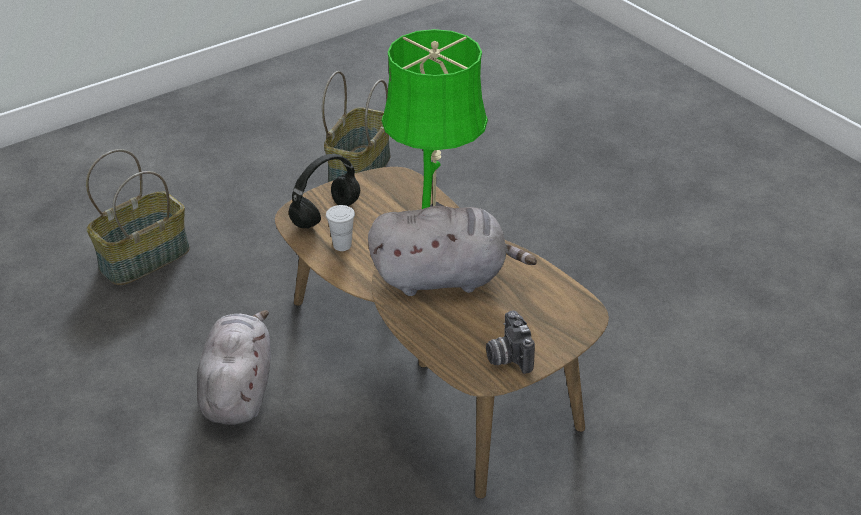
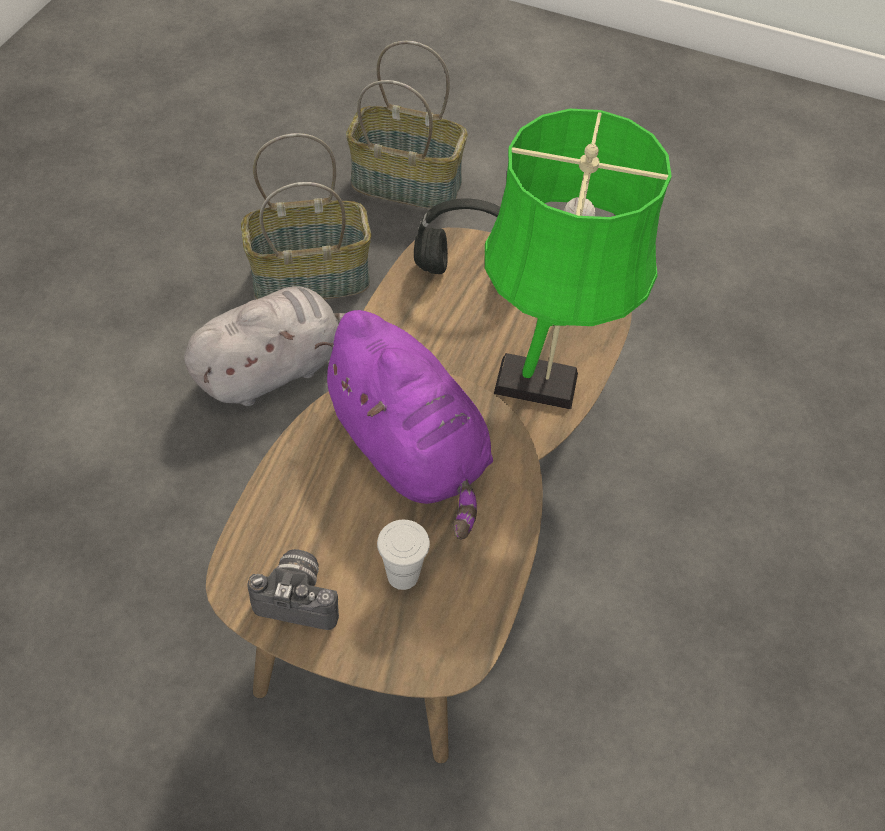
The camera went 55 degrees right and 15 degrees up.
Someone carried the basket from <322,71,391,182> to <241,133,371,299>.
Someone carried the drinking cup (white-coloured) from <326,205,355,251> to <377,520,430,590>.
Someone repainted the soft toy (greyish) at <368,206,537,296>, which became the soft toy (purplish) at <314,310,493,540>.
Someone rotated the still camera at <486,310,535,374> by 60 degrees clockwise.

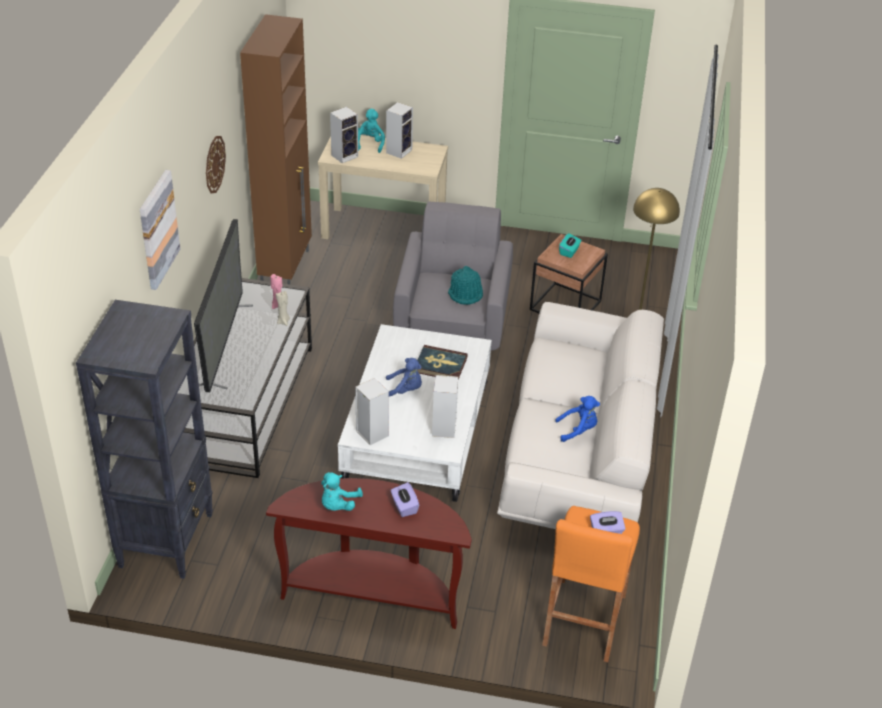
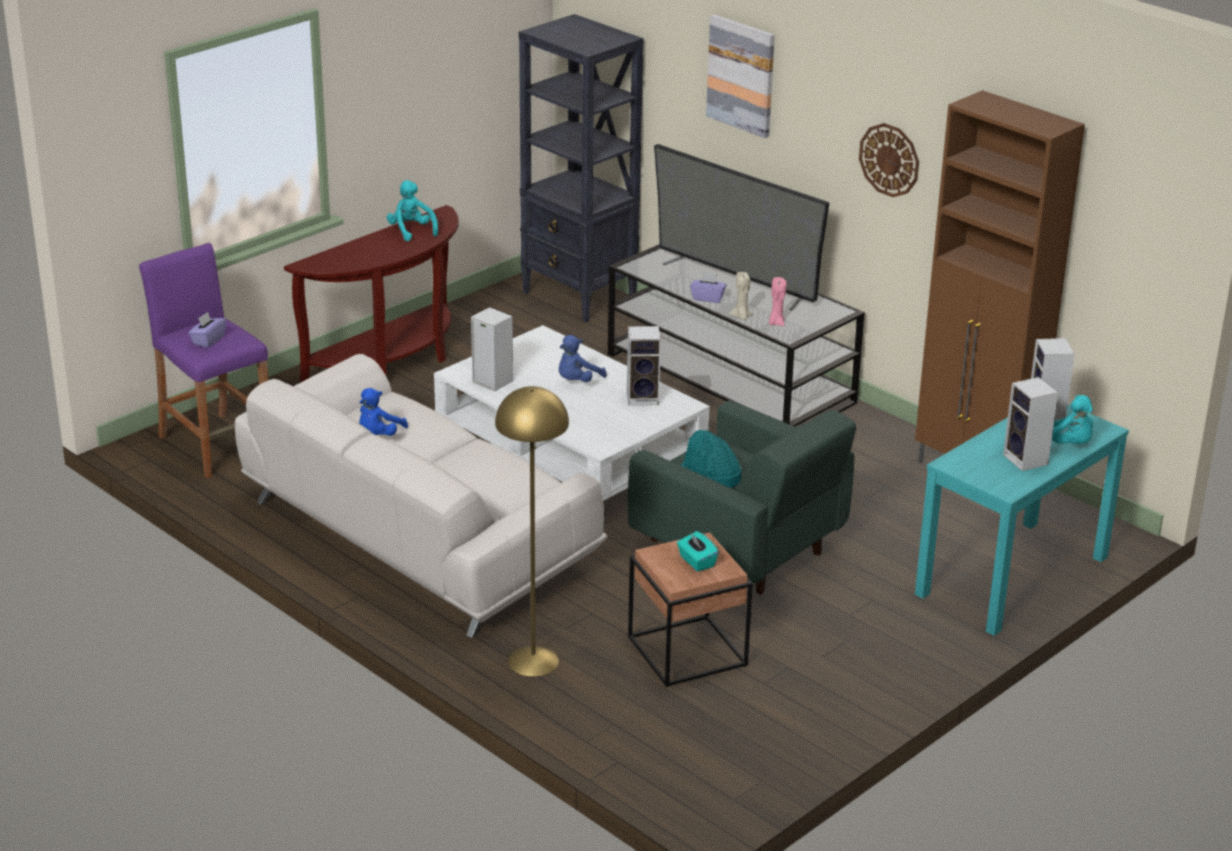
The camera went 125 degrees right and 10 degrees down.
Someone repainted the hall table (beige-coloured) at <318,135,448,239>, which became the hall table (turquoise) at <915,404,1129,636>.
Someone carried the audio speaker from <355,378,389,445> to <627,326,661,406>.
Someone carried the tissue holder (purplish) from <391,482,419,517> to <690,272,727,303>.
Someone repainted the armchair (greyish) at <393,202,513,351>, which became the armchair (green-coloured) at <628,401,856,595>.
Someone took away the bound book at <417,345,468,379>.
Someone repainted the stool seat (orange-coloured) at <542,506,640,662>, which became the stool seat (purplish) at <139,243,269,478>.

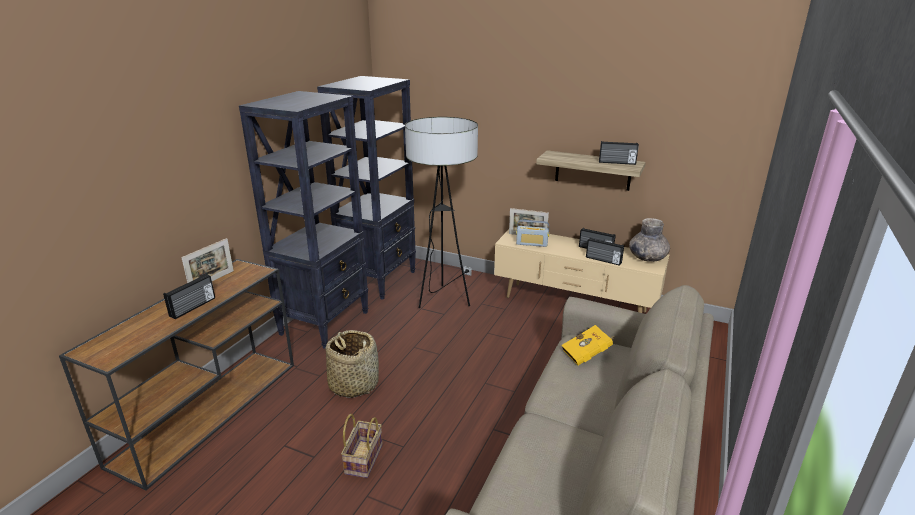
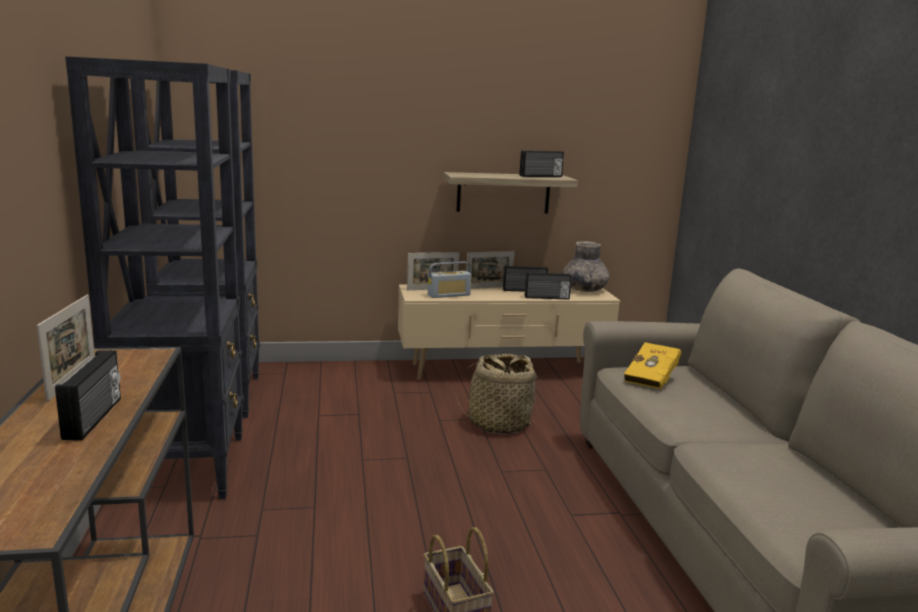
The camera went 35 degrees left and 10 degrees down.
Someone carried the basket from <326,330,379,398> to <456,354,540,434>.
Someone took away the standing lamp at <405,117,478,308>.
Someone put down the standing frame at <466,251,515,289>.

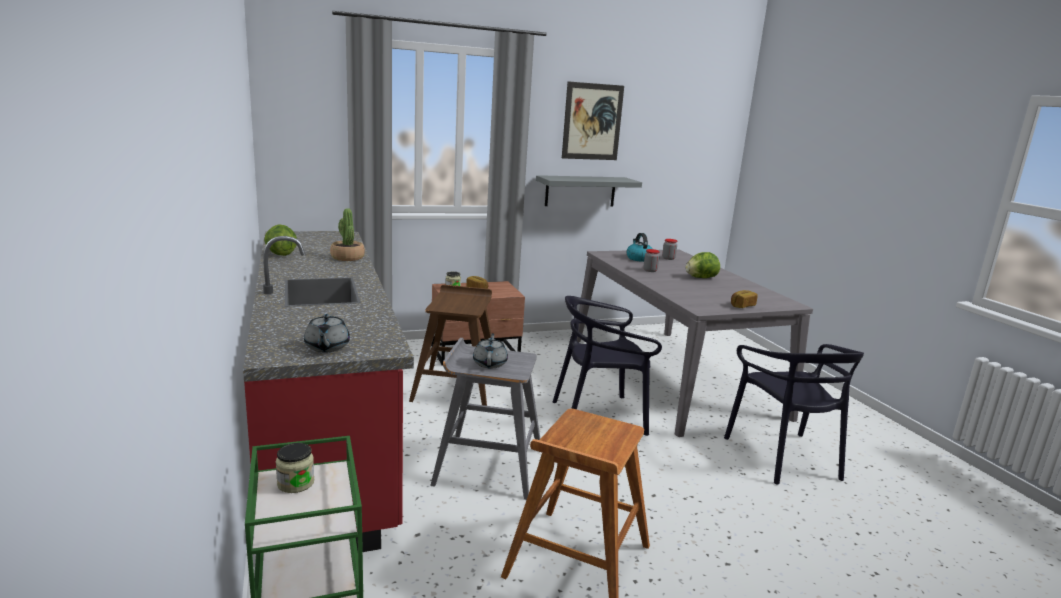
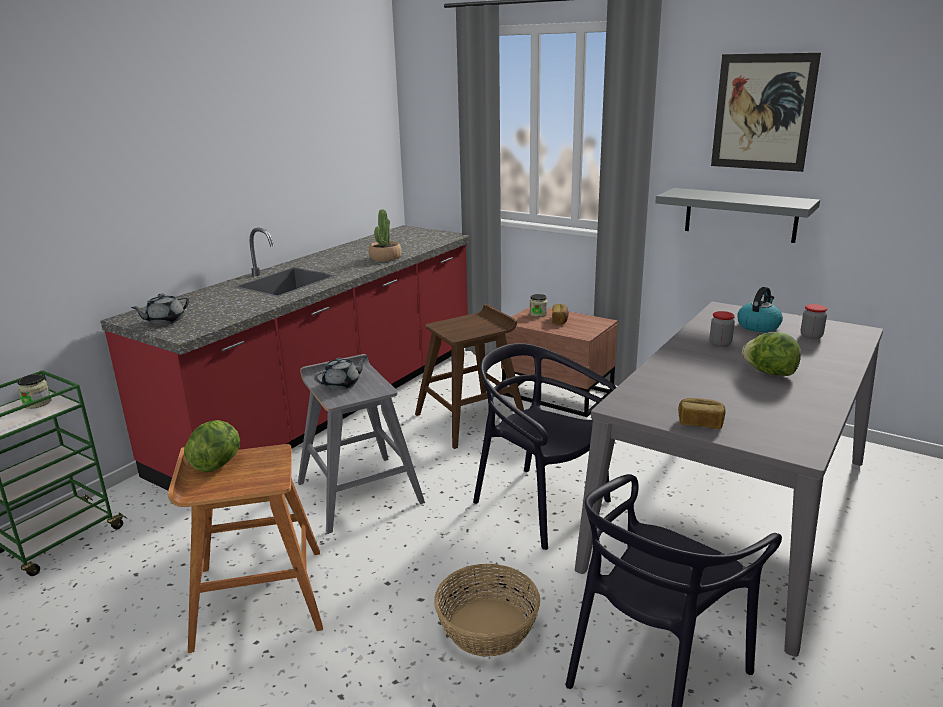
The camera went 55 degrees right and 5 degrees up.
Someone carried the lettuce head from <264,224,297,256> to <184,420,240,472>.
Someone put down the basket at <434,564,540,657>.

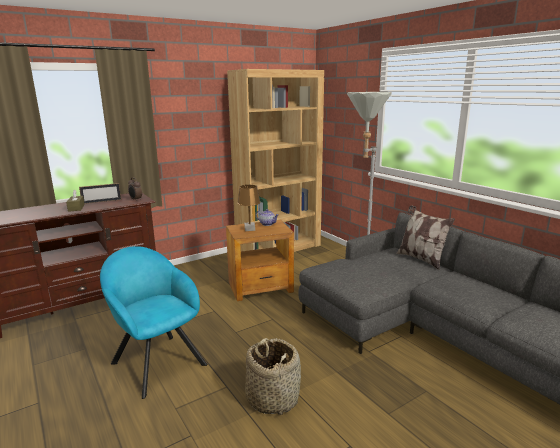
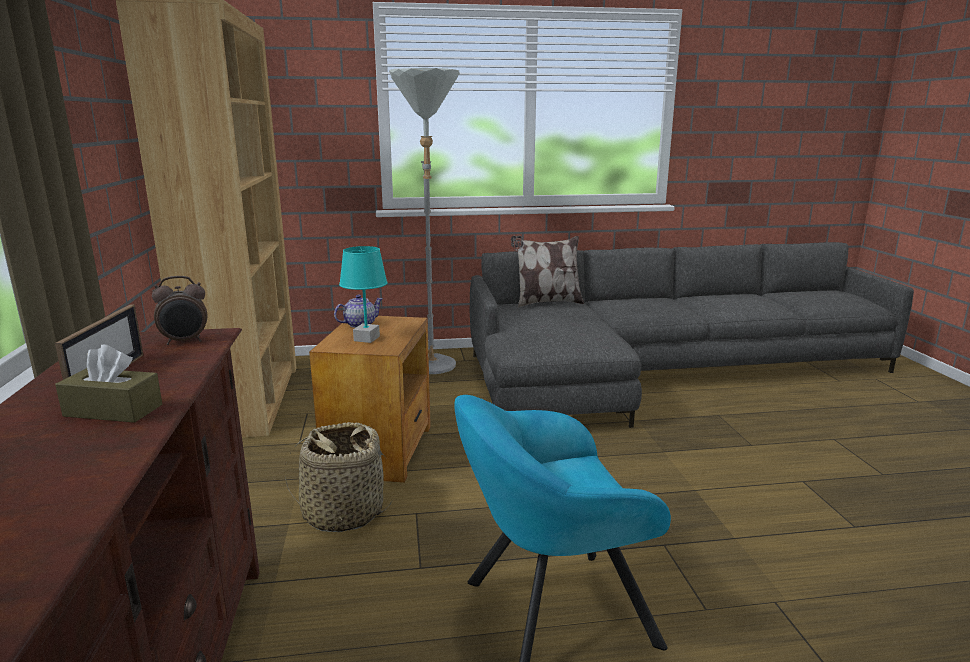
The camera went 65 degrees left and 0 degrees up.
Someone repainted the tabletop lamp (brownish) at <237,185,260,231>, which became the tabletop lamp (turquoise) at <339,246,388,343>.
Someone carried the basket from <245,338,301,415> to <285,422,394,532>.

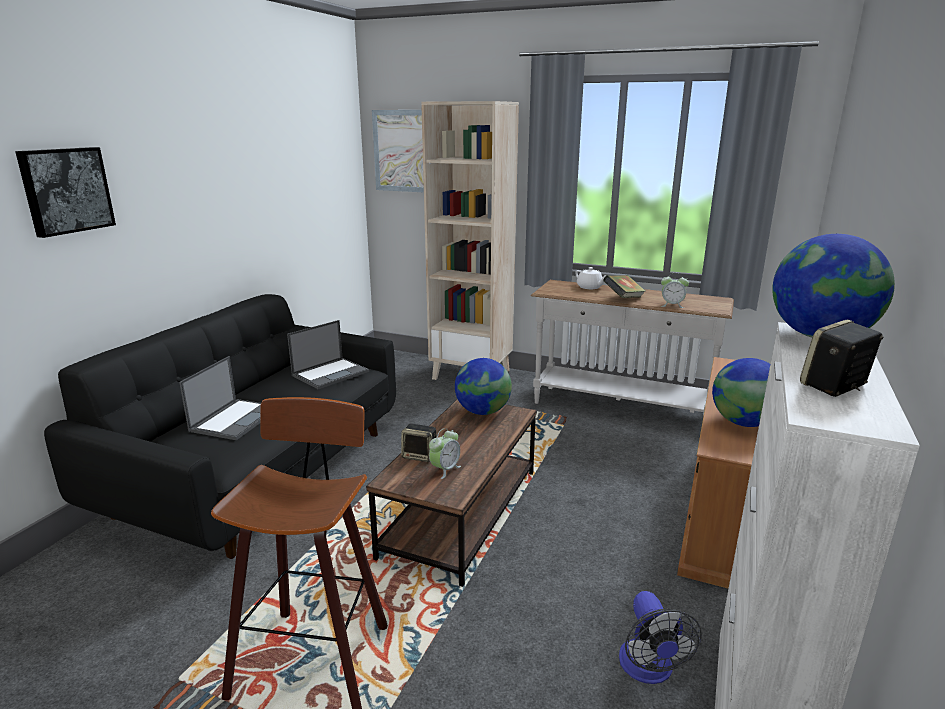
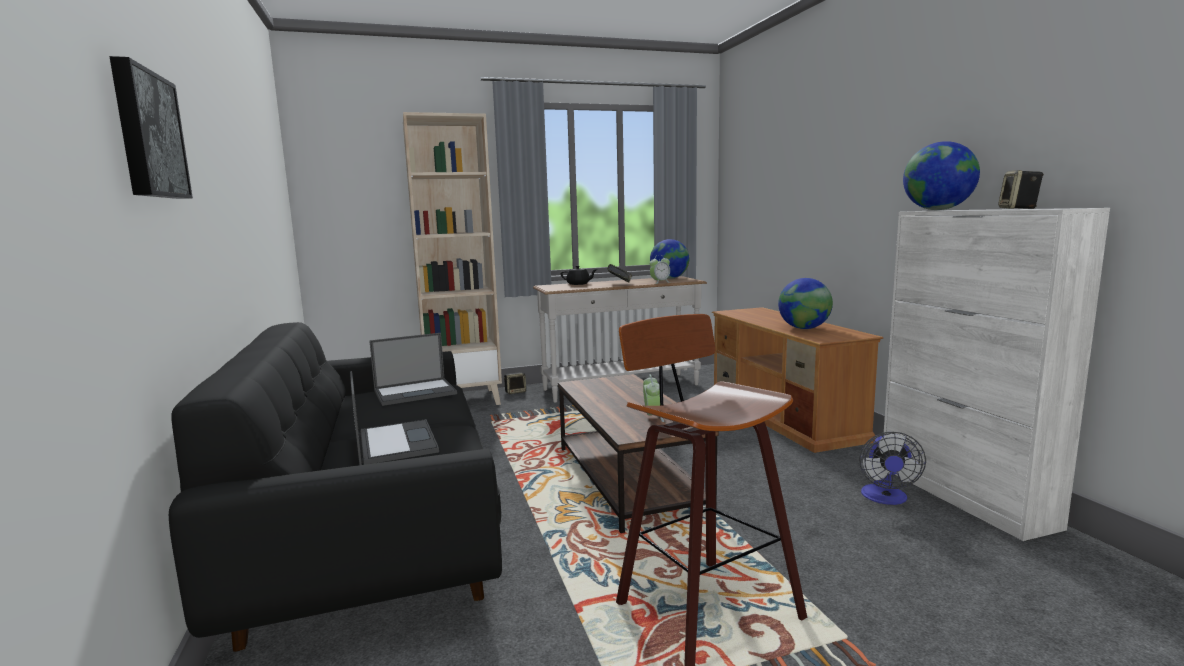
The camera went 40 degrees left and 10 degrees down.
Someone rotated the notebook computer at <287,320,369,390> by 60 degrees clockwise.
Someone took away the wall art at <372,110,424,192>.
Someone carried the audio speaker from <401,424,438,462> to <504,372,526,394>.
Someone carried the desk globe from <455,358,512,415> to <650,239,690,279>.
Someone repainted the teapot (white-coloured) at <575,267,606,289>, which became the teapot (blackish) at <561,266,598,285>.
Someone rotated the fan at <619,591,702,684> by 60 degrees clockwise.

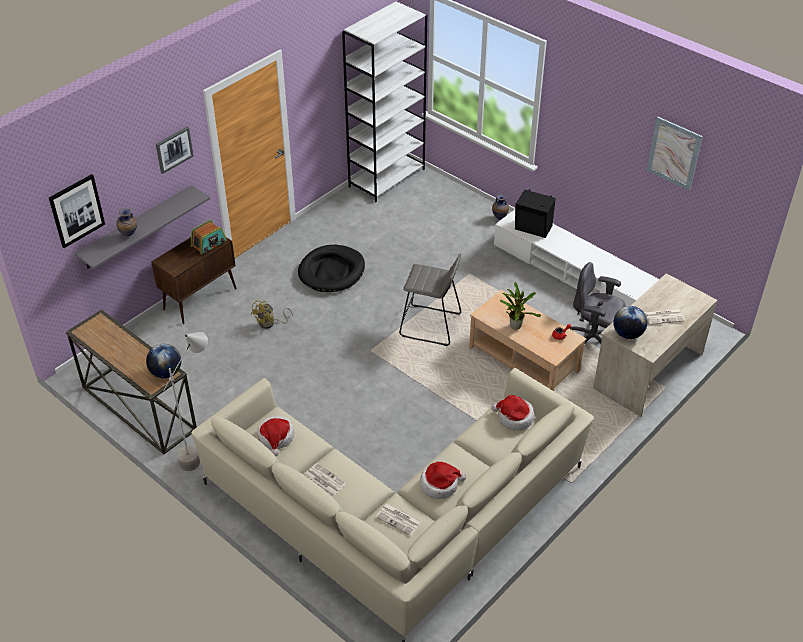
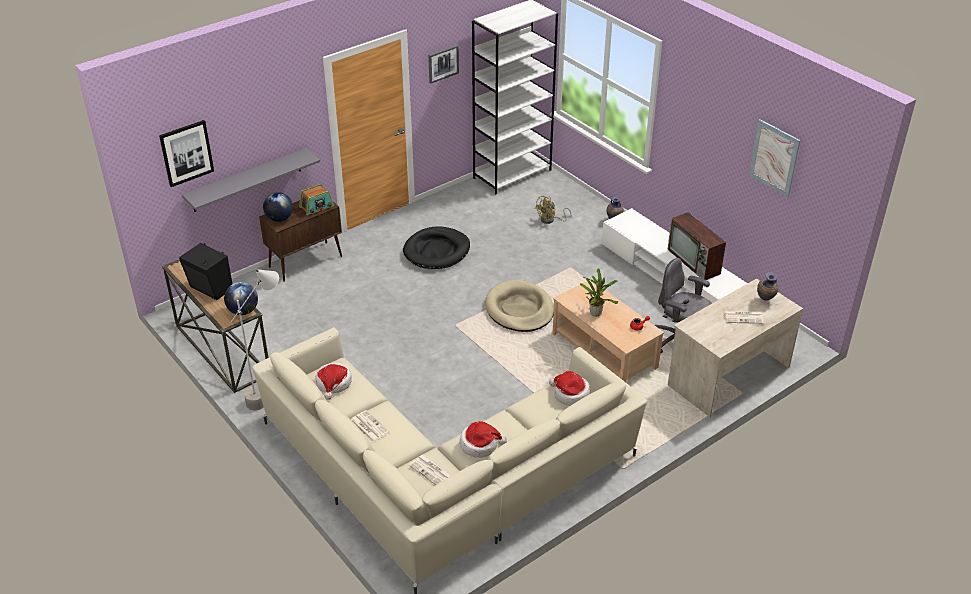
The camera went 10 degrees right and 5 degrees down.
Someone carried the vase from <116,208,137,236> to <757,272,778,301>.
Someone carried the wall art from <156,127,194,174> to <428,45,459,84>.
Someone carried the fan (yellow-coloured) from <251,300,293,329> to <535,196,571,224>.
Someone swapped the stool seat (greyish) at <399,253,461,346> for the pet bed (beige-coloured) at <485,280,554,332>.
Someone carried the audio speaker (blackish) from <515,189,556,238> to <179,243,232,300>.
Someone carried the desk globe from <613,306,647,339> to <263,192,293,222>.
Someone put down the TV at <667,212,726,280>.

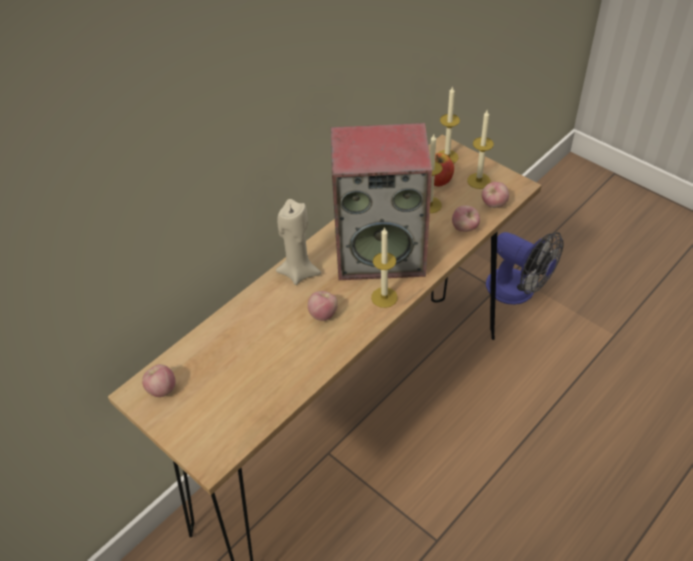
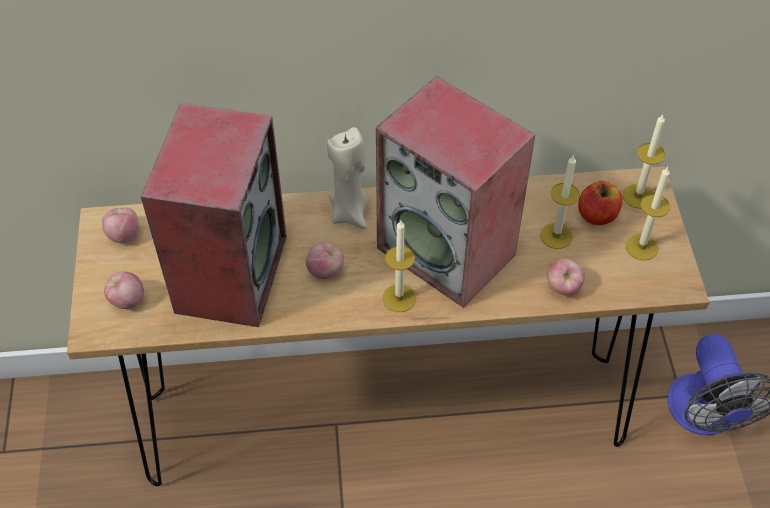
The camera went 40 degrees right and 5 degrees up.
Someone carried the apple fruit from <482,182,509,208> to <104,271,144,309>.
Someone put down the audio speaker at <141,103,287,327>.

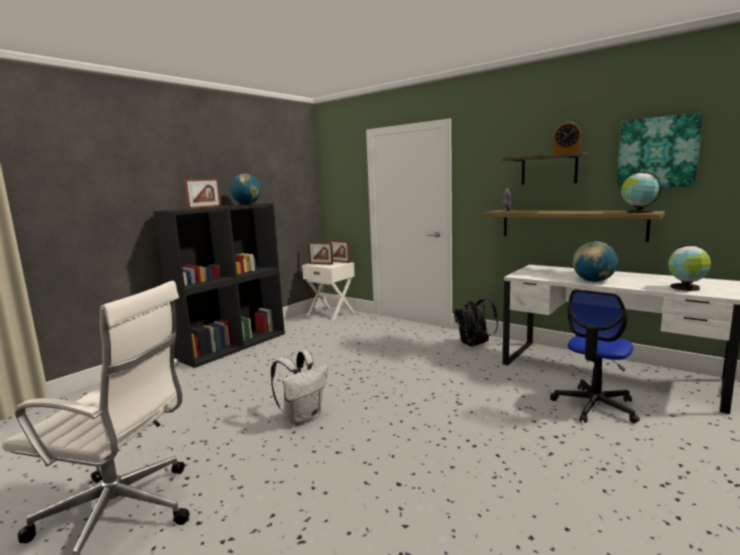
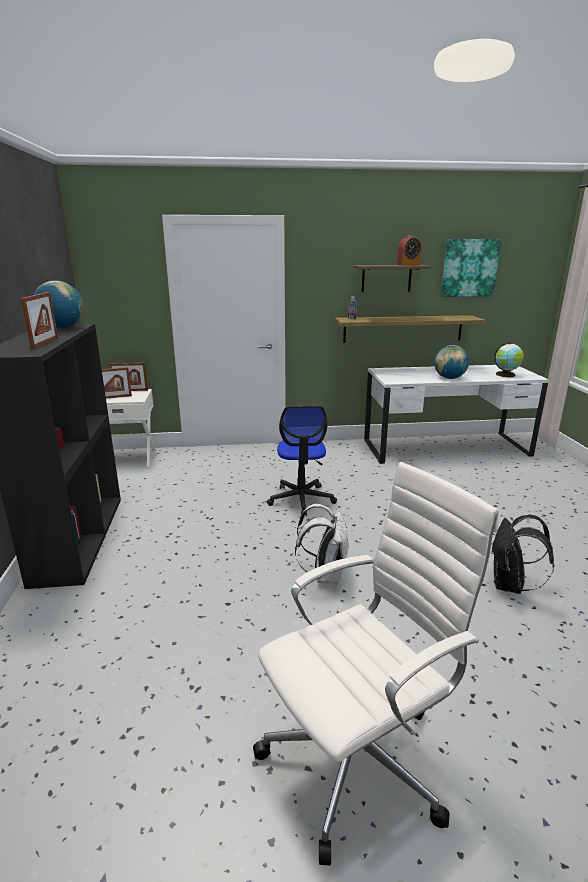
The camera went 45 degrees left and 10 degrees up.
Someone carried the knapsack (blackish) from <454,299,498,346> to <492,515,554,594>.
Someone carried the office chair from <550,289,640,423> to <267,406,337,516>.
Someone took away the desk globe at <621,172,662,213>.

